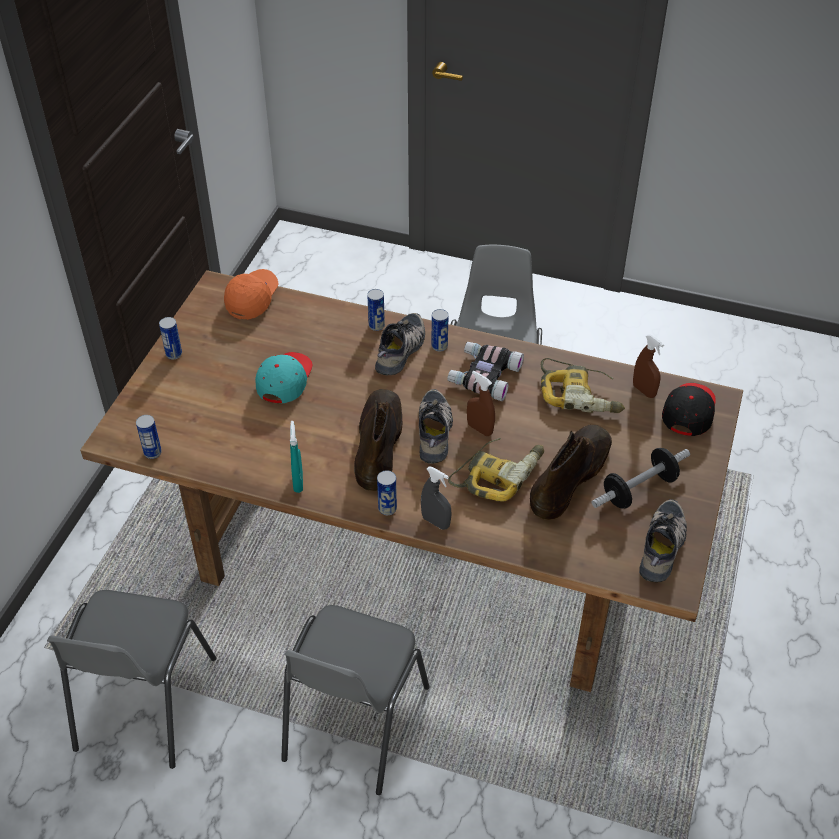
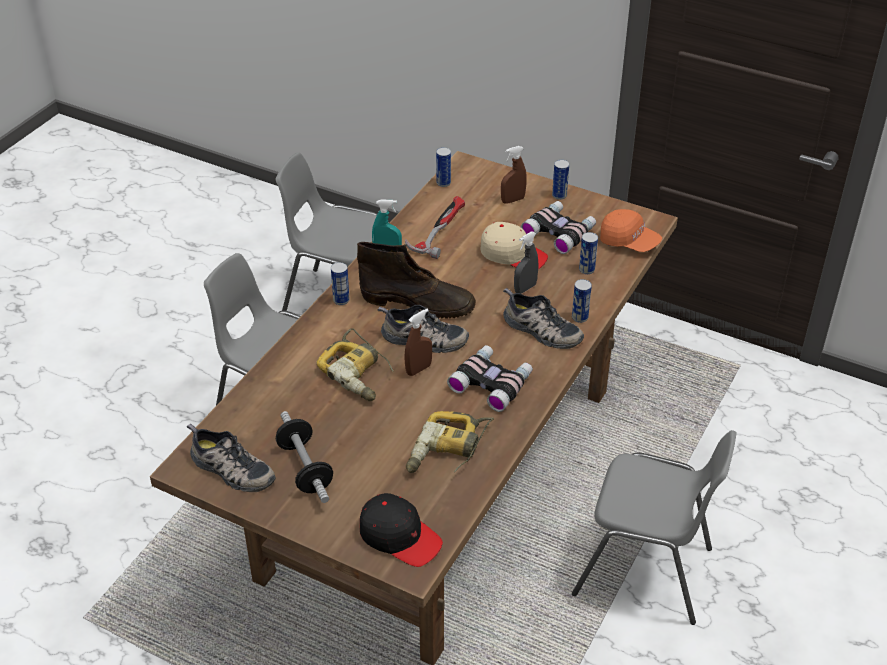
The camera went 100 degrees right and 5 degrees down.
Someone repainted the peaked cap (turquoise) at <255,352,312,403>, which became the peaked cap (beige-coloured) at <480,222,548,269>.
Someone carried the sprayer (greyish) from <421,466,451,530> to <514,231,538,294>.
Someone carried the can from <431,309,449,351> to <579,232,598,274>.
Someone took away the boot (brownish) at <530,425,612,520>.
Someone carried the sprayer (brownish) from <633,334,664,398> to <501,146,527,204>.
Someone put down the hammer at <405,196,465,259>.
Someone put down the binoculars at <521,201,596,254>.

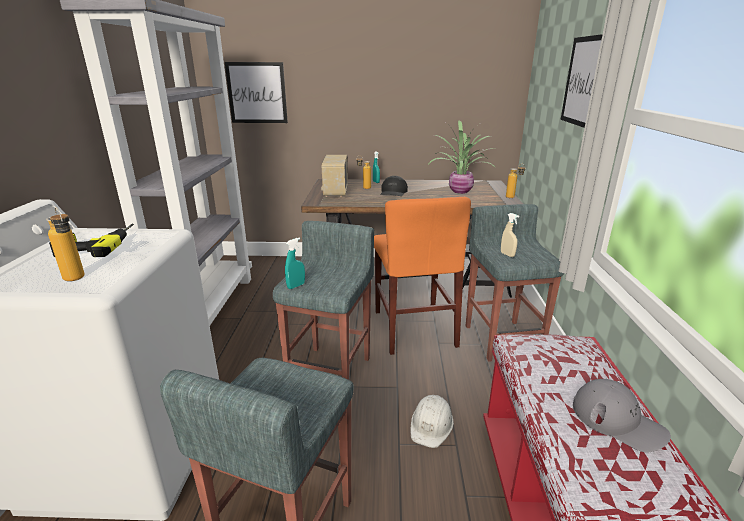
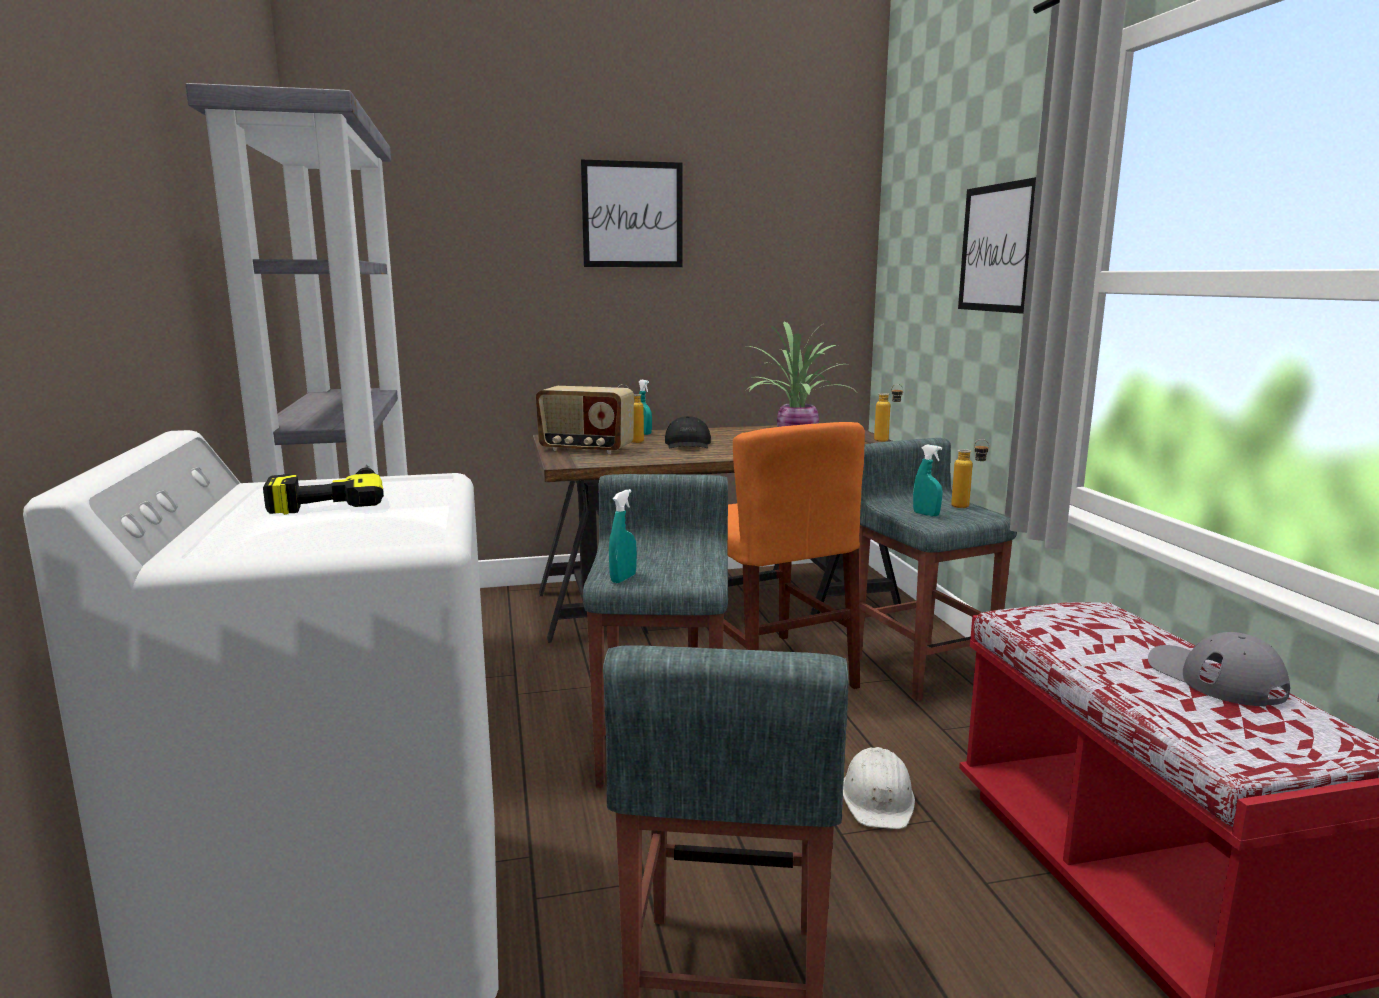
The camera went 15 degrees left and 10 degrees down.
Someone carried the drink bottle from <46,207,85,281> to <951,439,990,508>.
Someone carried the wall art from <225,62,288,123> to <581,160,683,267>.
Someone rotated the radio at <321,155,348,197> by 60 degrees counterclockwise.
Someone repainted the sprayer (beige-coloured) at <501,213,519,257>, which became the sprayer (turquoise) at <913,445,942,516>.
Someone rotated the peaked cap (greyish) at <573,379,671,452> by 150 degrees counterclockwise.

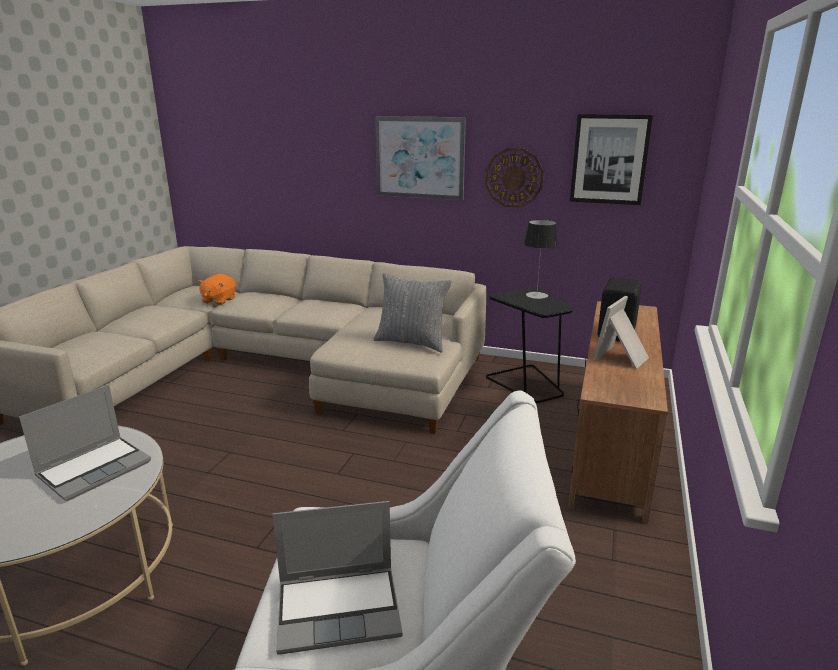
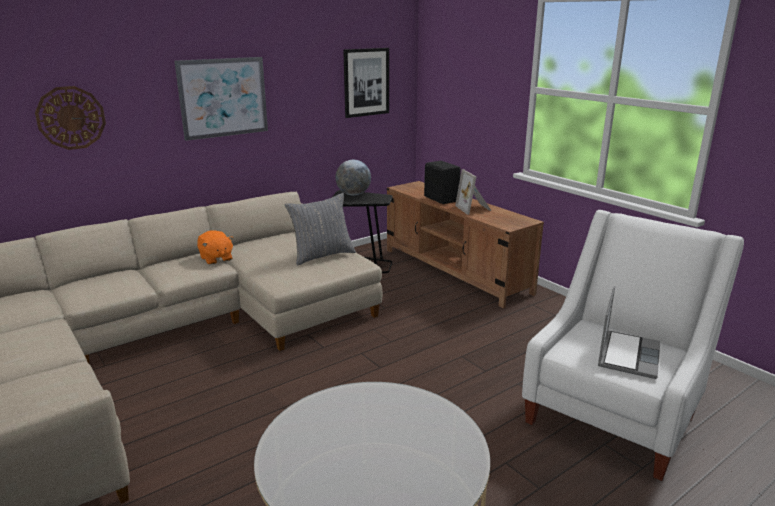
The camera went 55 degrees left and 0 degrees up.
Someone took away the notebook computer at <19,385,151,501>.
Someone carried the soft toy (orange-coloured) from <198,274,236,305> to <197,230,234,264>.
Someone carried the clock on the wall from <485,148,544,208> to <35,86,106,150>.
Someone swapped the tabletop lamp at <524,220,558,299> for the desk globe at <335,160,371,196>.

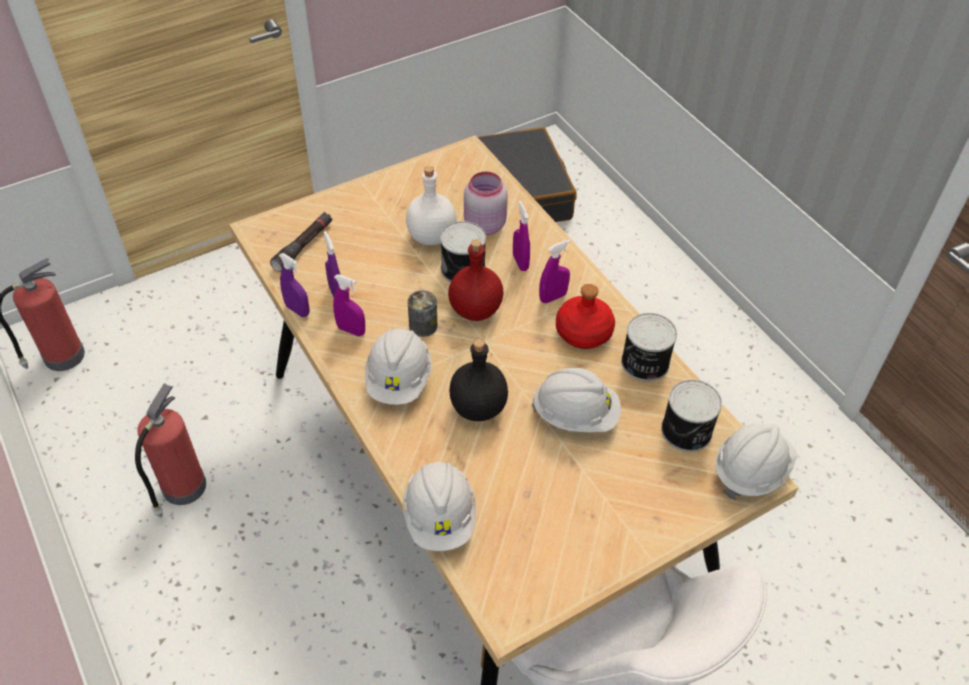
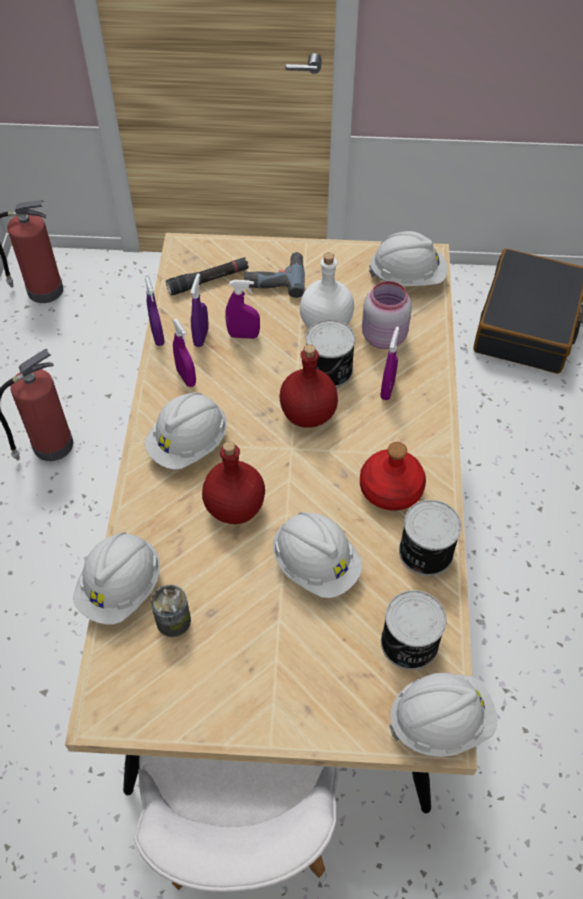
The camera went 35 degrees right and 5 degrees up.
Someone carried the can from <408,290,438,337> to <151,585,191,637>.
Someone repainted the drink bottle (blackish) at <449,339,508,421>, which became the drink bottle (red) at <202,441,265,524>.
Someone carried the sprayer (purplish) from <539,240,570,303> to <225,280,260,339>.
Someone put down the power drill at <244,252,305,298>.
Someone put down the work helmet (white-coloured) at <369,231,448,286>.

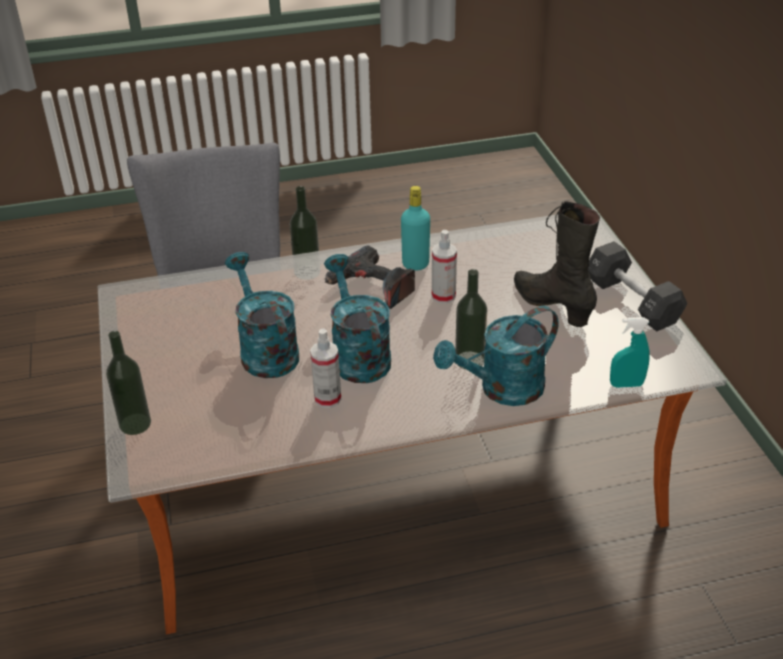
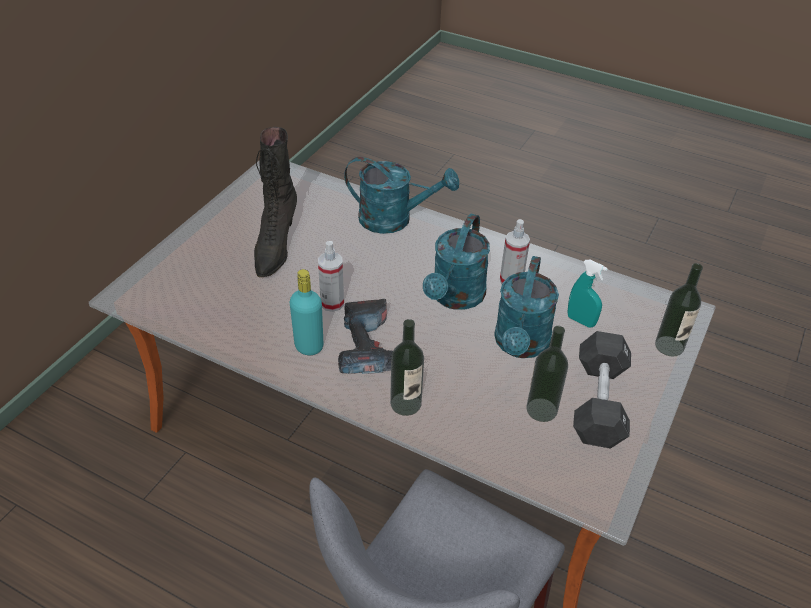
The camera went 140 degrees left and 5 degrees up.
Someone carried the drink bottle from <455,269,487,369> to <526,326,568,422>.
Someone carried the hand weight (blackish) from <588,241,687,332> to <573,331,631,448>.
Someone carried the sprayer (turquoise) from <610,317,650,388> to <567,260,608,328>.

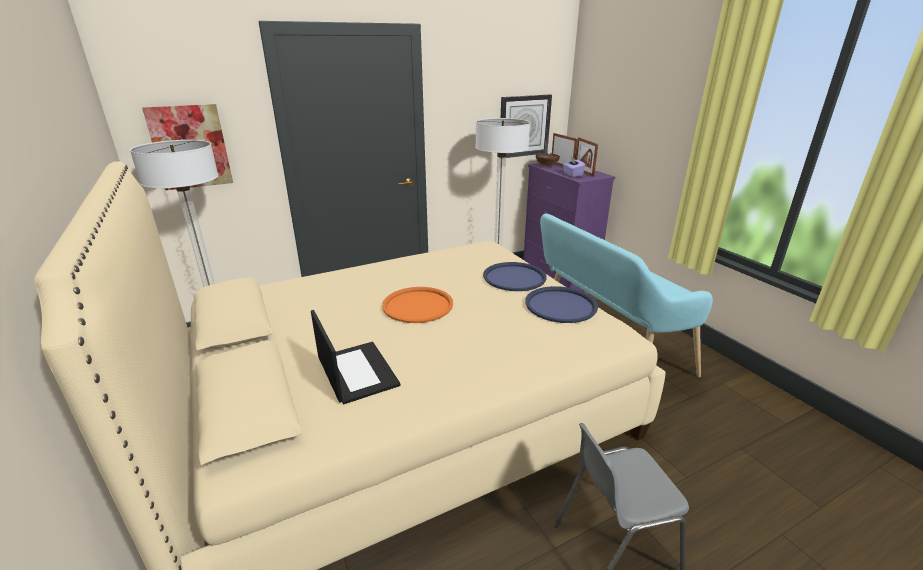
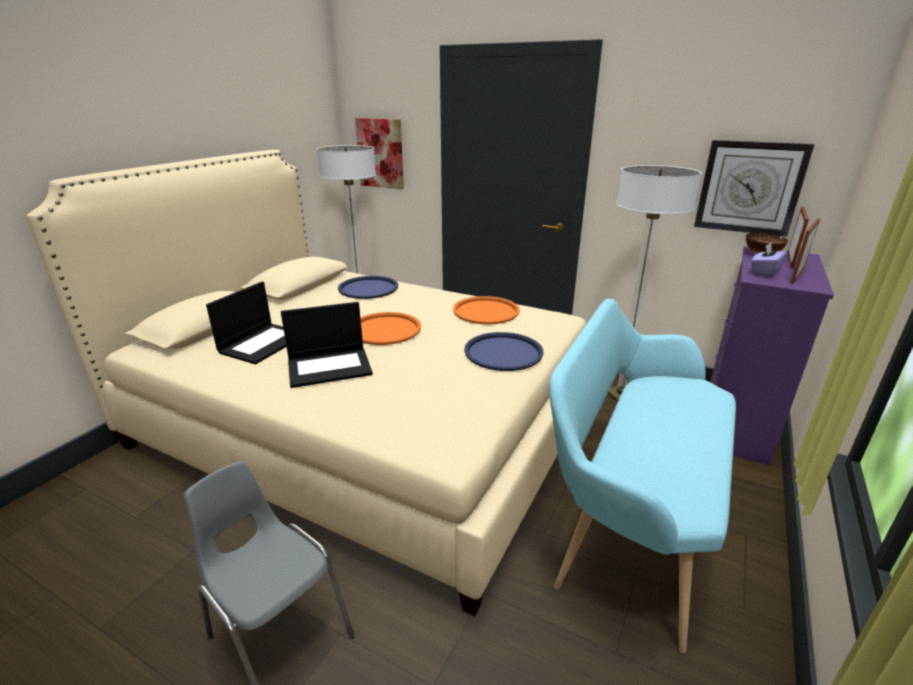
The camera went 55 degrees right and 0 degrees up.
Someone carried the serving tray (blue) from <525,286,598,323> to <338,276,398,299>.
Someone put down the notebook computer at <281,302,373,388>.
Someone put down the serving tray (orange-coloured) at <453,296,520,325>.

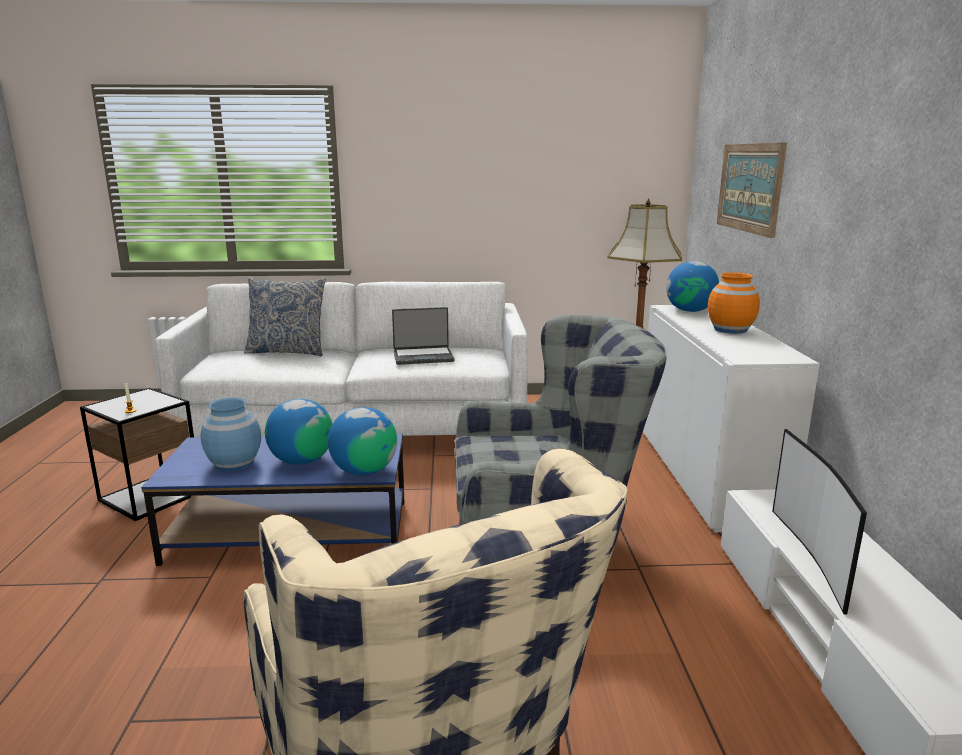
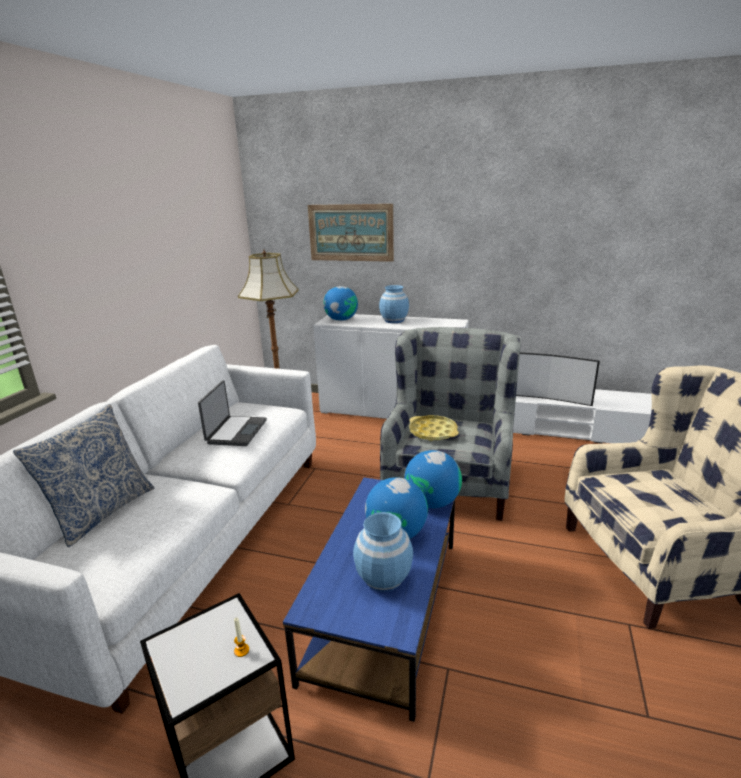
The camera went 70 degrees left and 5 degrees up.
Someone repainted the vase (orange-coloured) at <708,272,760,334>, which became the vase (blue) at <379,285,409,323>.
Someone put down the serving tray (yellow-coloured) at <409,415,459,441>.

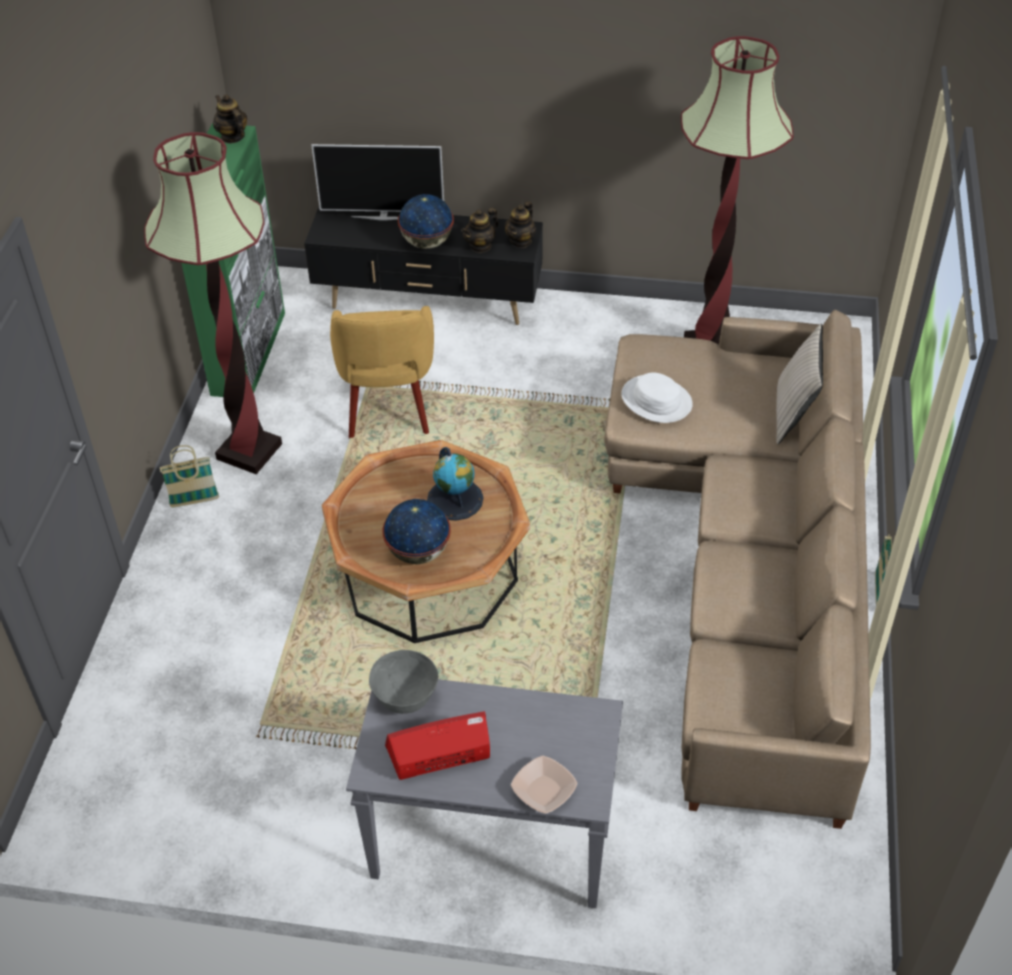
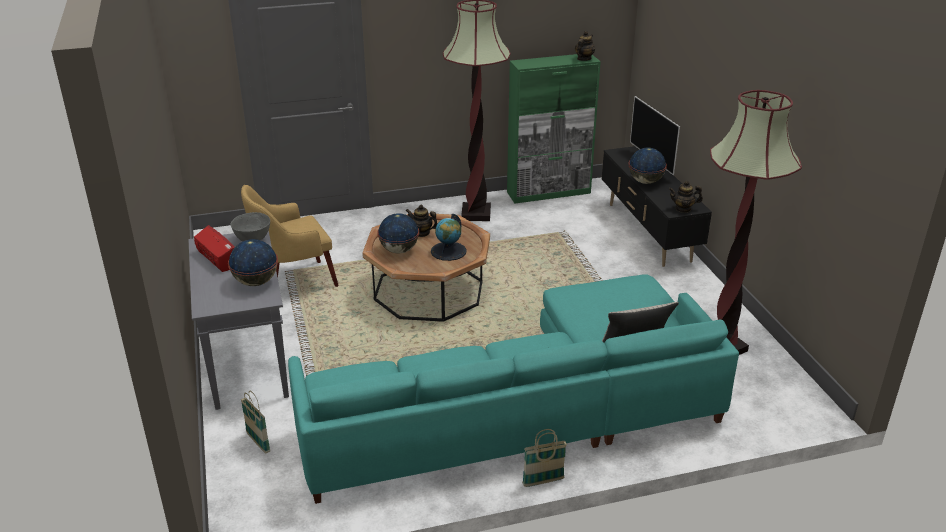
The camera went 65 degrees right and 15 degrees down.
Someone carried the basket from <160,445,219,507> to <241,391,270,454>.
Someone carried the armchair (yellow-coloured) from <330,306,434,438> to <241,185,339,287>.
Someone carried the teapot from <461,208,498,253> to <406,205,438,237>.
Someone took away the serving bowl at <511,756,577,814>.
Someone repainted the settee (beige-coloured) at <604,310,871,829>, which became the settee (turquoise) at <288,274,739,504>.
Someone took away the wearable hat (white-coloured) at <621,373,693,423>.
Someone put down the desk globe at <228,239,278,286>.

